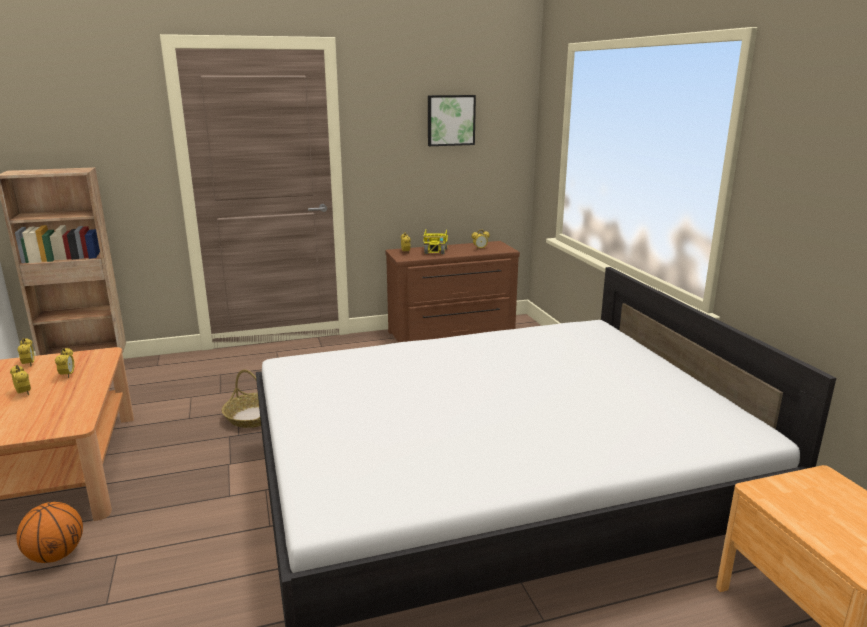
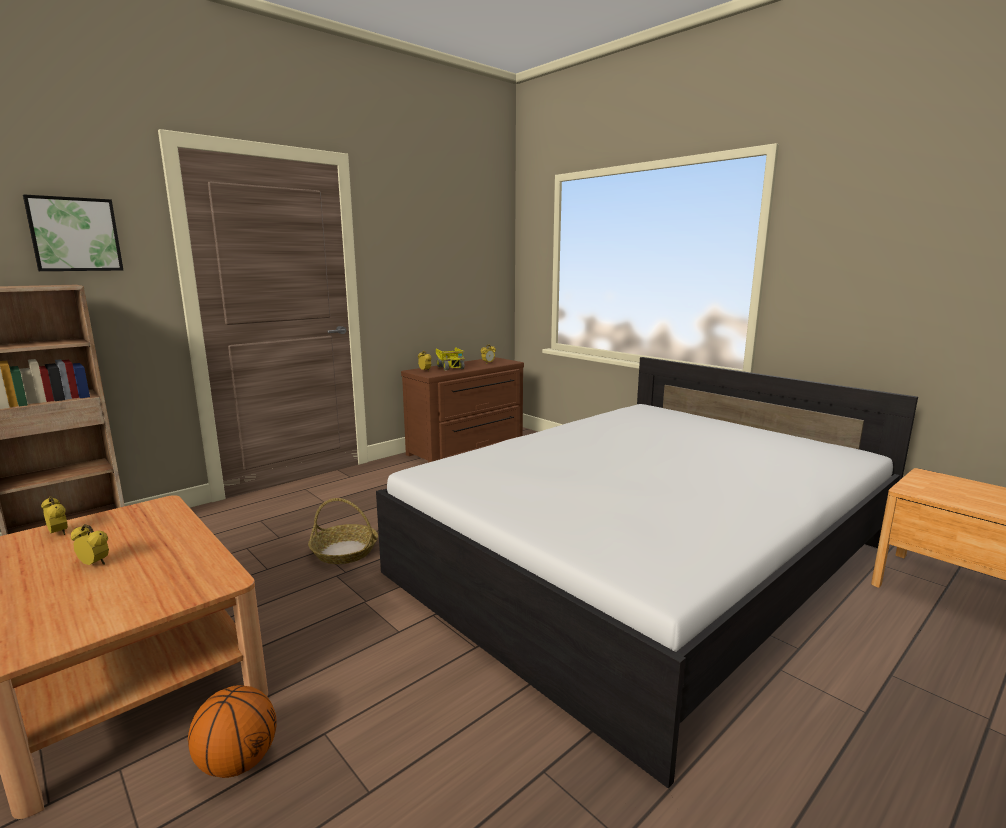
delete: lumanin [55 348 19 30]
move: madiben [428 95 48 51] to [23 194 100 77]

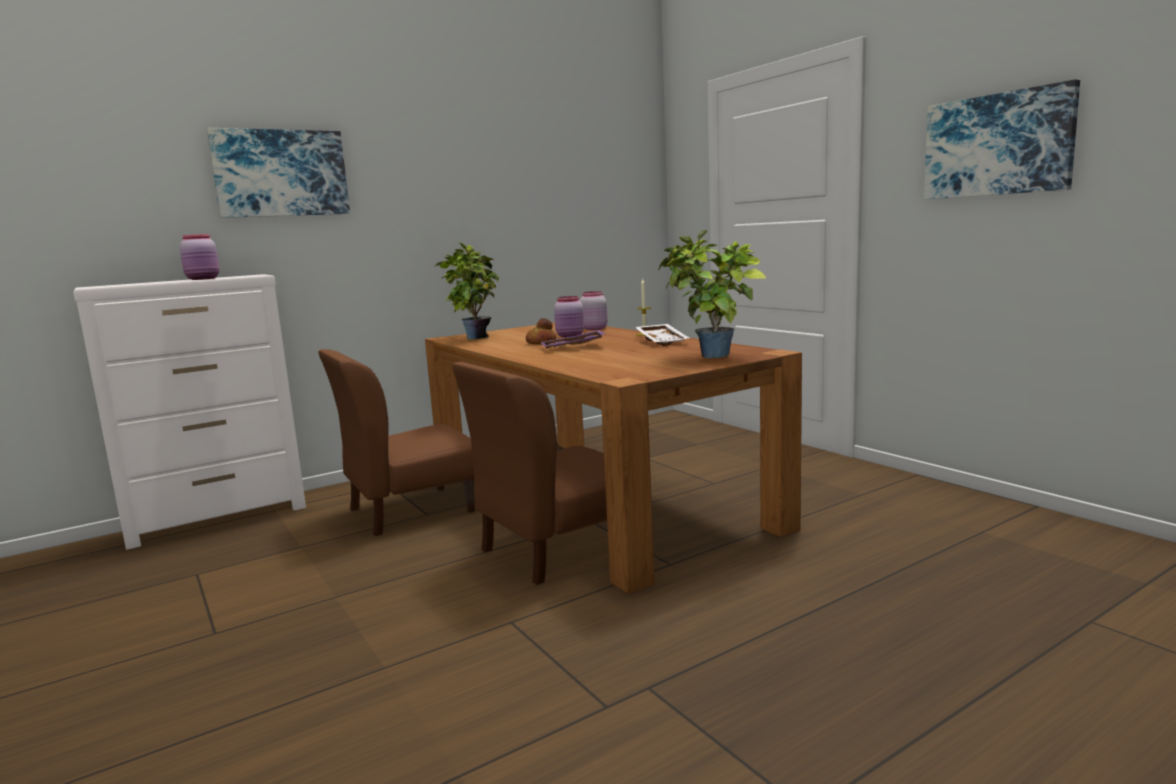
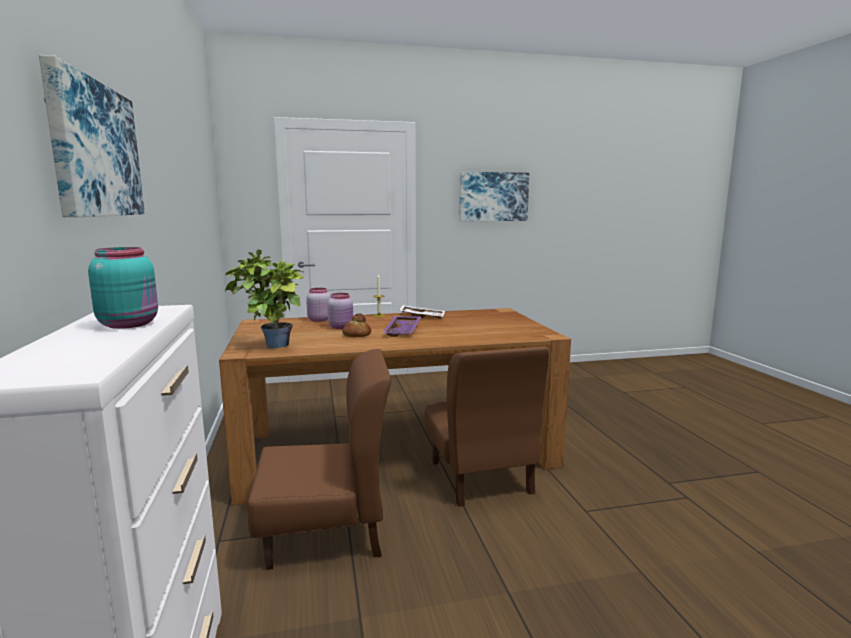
delete: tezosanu [658 230 108 128]
recolor: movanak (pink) [180 234 40 46] to movanak (turquoise) [88 247 70 82]
rotate: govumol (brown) [318 349 157 187] = [248 349 143 221] 90 degrees counterclockwise

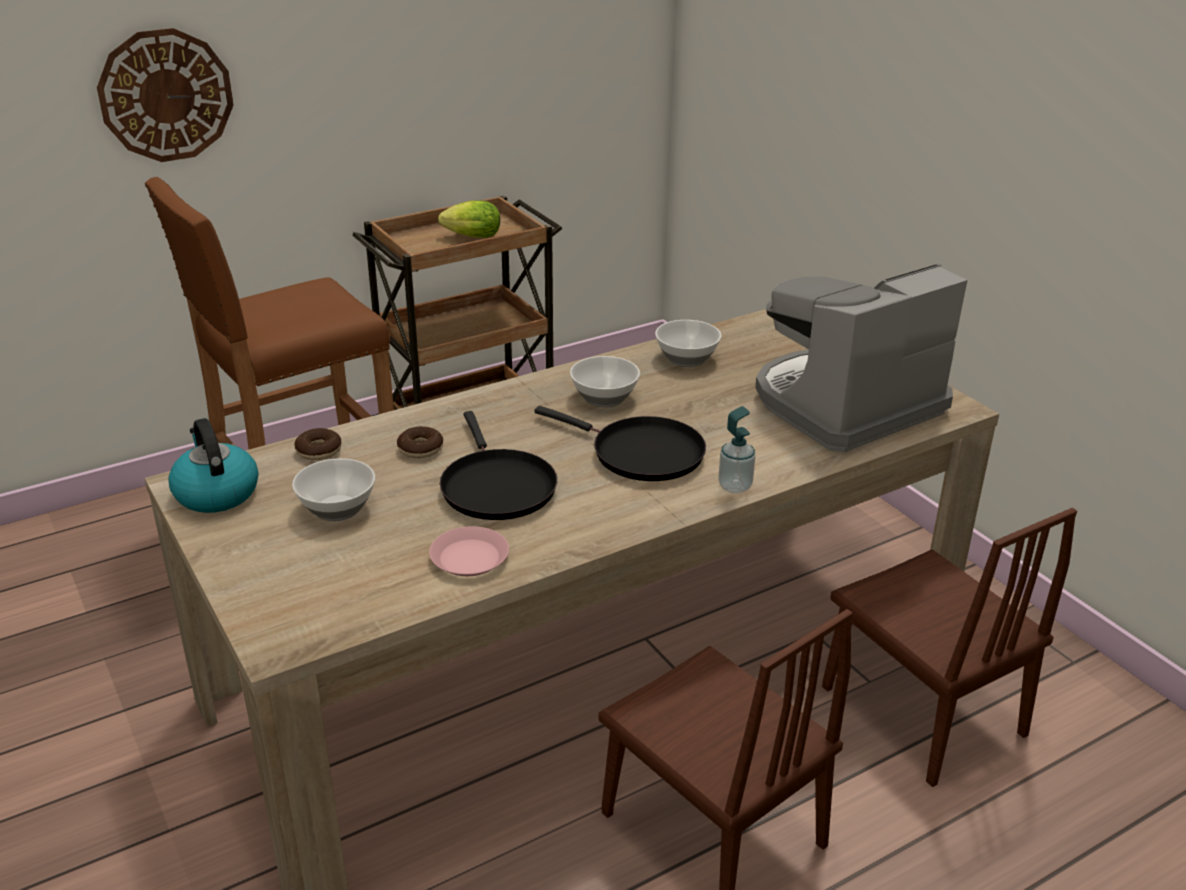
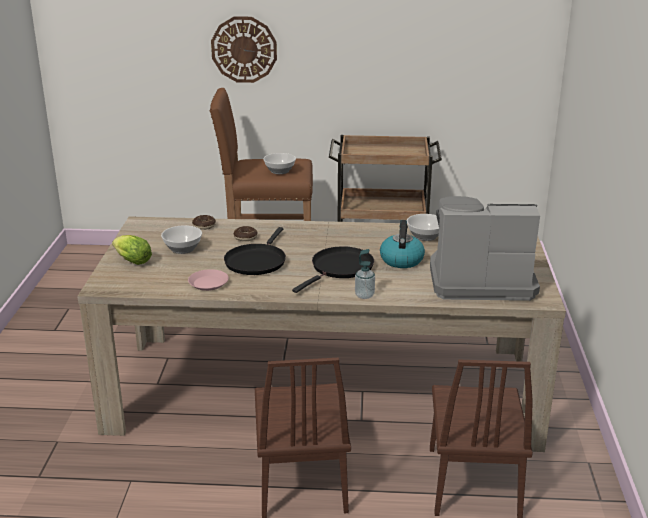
move: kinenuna [438 200 62 38] to [112 235 40 30]; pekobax [570 356 70 51] to [263 153 33 21]; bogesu [168 418 91 95] to [380 220 45 48]
rotate: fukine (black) [534 406 172 75] = [292 246 82 47] 120 degrees counterclockwise

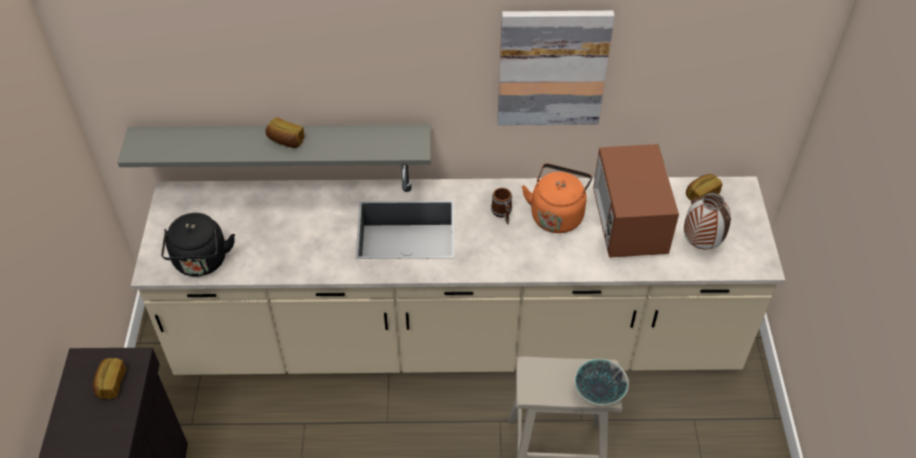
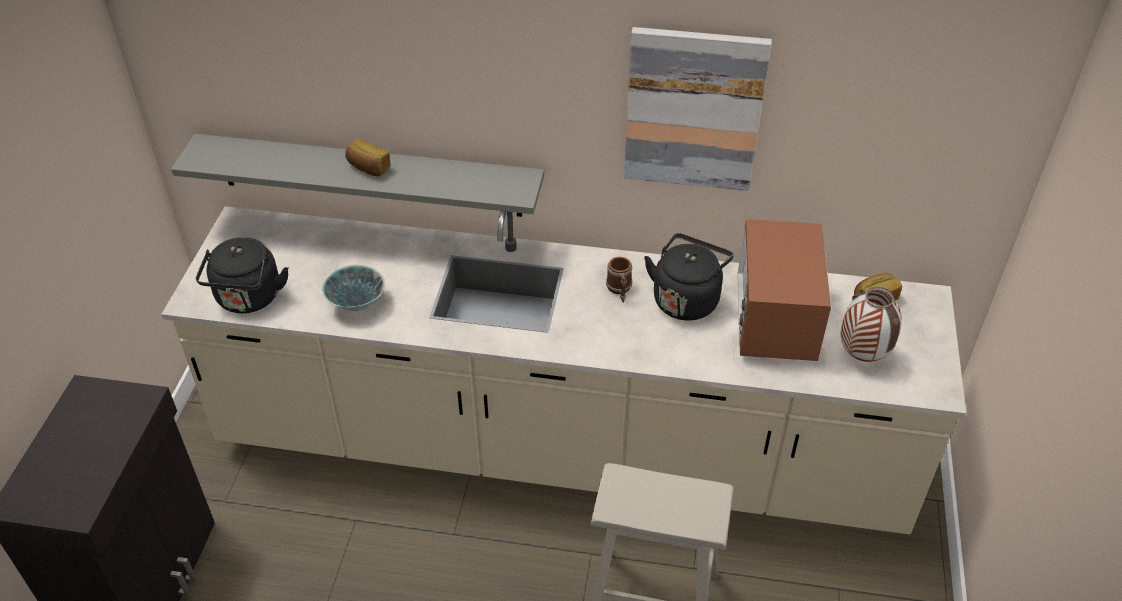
delete: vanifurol [93 358 33 41]
move: pekobax [574 359 55 46] to [322 265 63 46]
recolor: bogesu (orange) [522 163 70 70] to bogesu (black) [644 233 89 88]

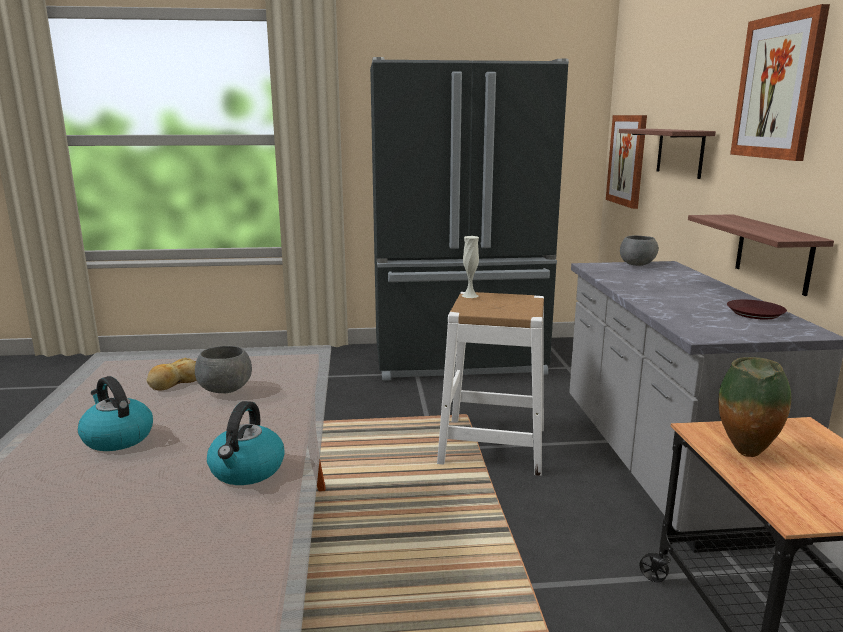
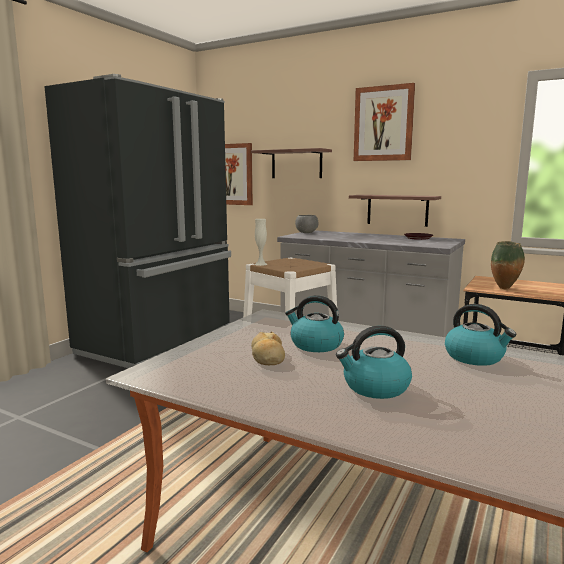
replace: pekobax (grey) [195 346 57 47] to bogesu [285 295 59 57]

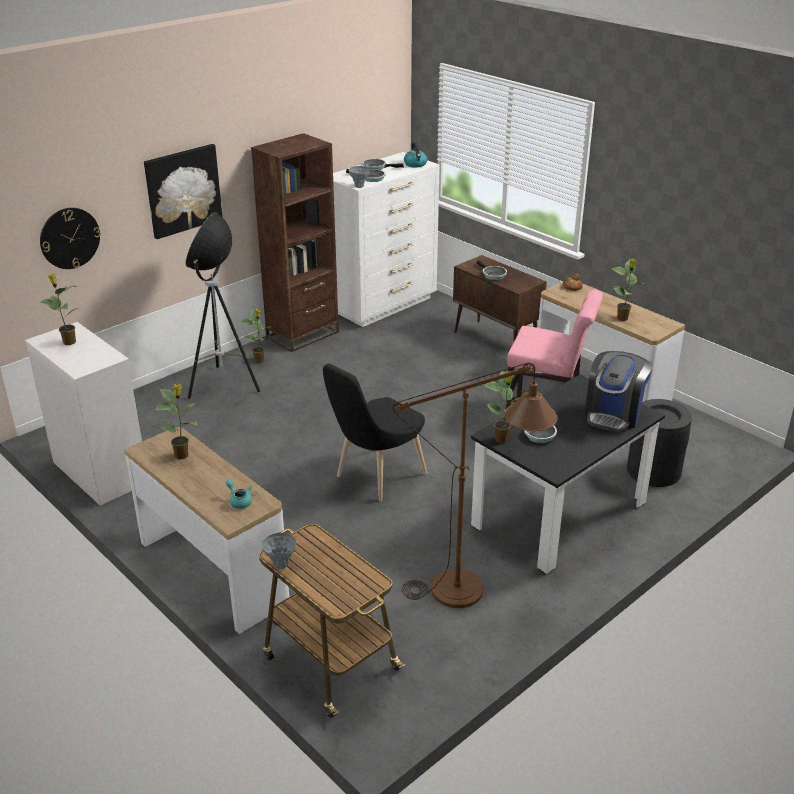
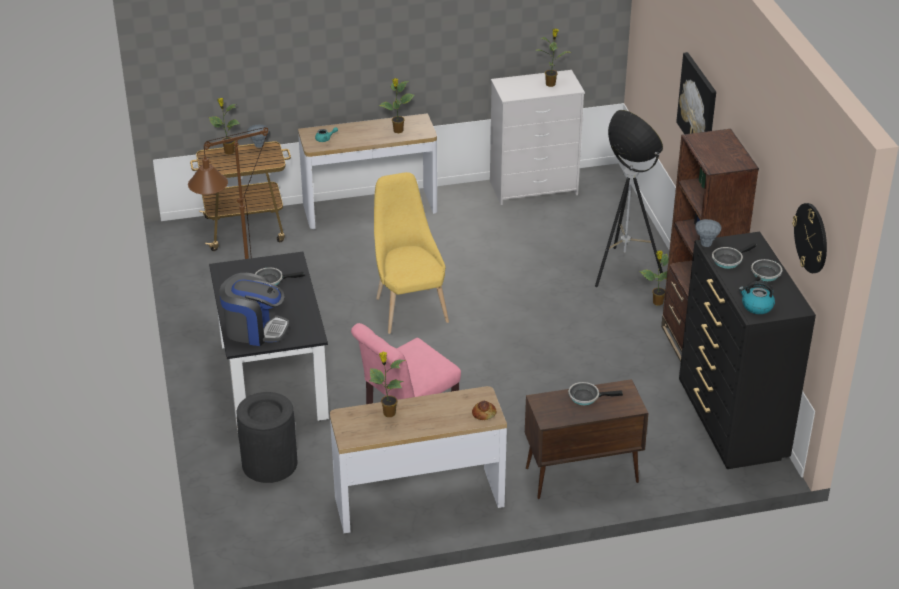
move: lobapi [40 208 61 61] to [792 203 35 70]; tezosanu [483 371 35 72] to [209 98 31 56]
recolor: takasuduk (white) [333 152 107 175] to takasuduk (black) [679 232 137 237]; govumol (black) [323 364 104 137] to govumol (yellow) [374 172 75 162]
rotate: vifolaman [585 351 67 82] = [219 273 70 73] 135 degrees clockwise

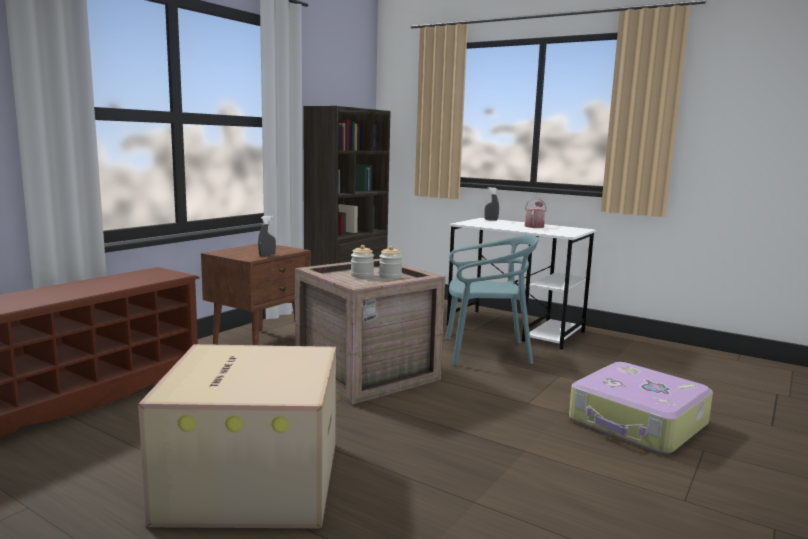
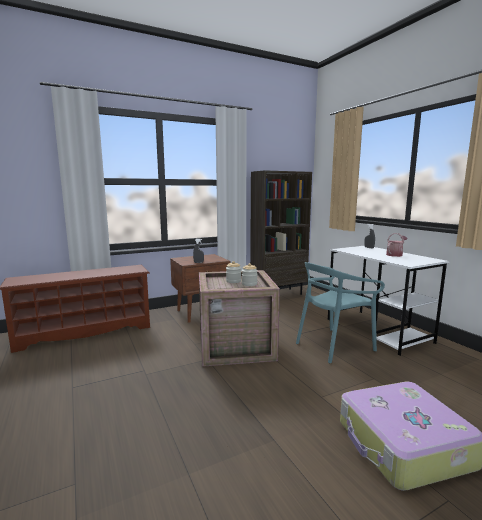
delete: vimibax [138 344 198 185]
rotate: govumol (turquoise) [446 235 92 131] = [296 262 89 101] 120 degrees clockwise

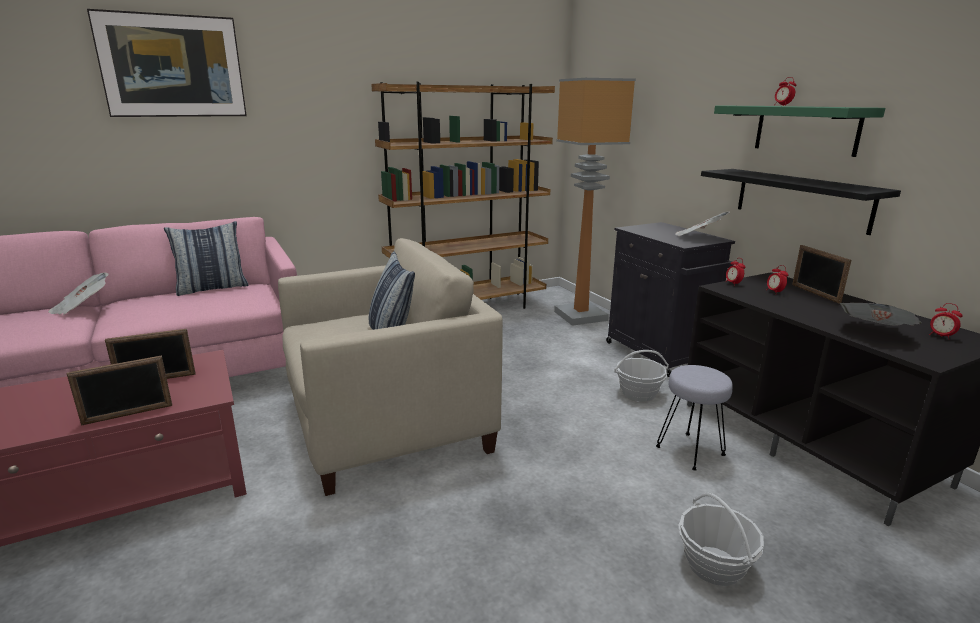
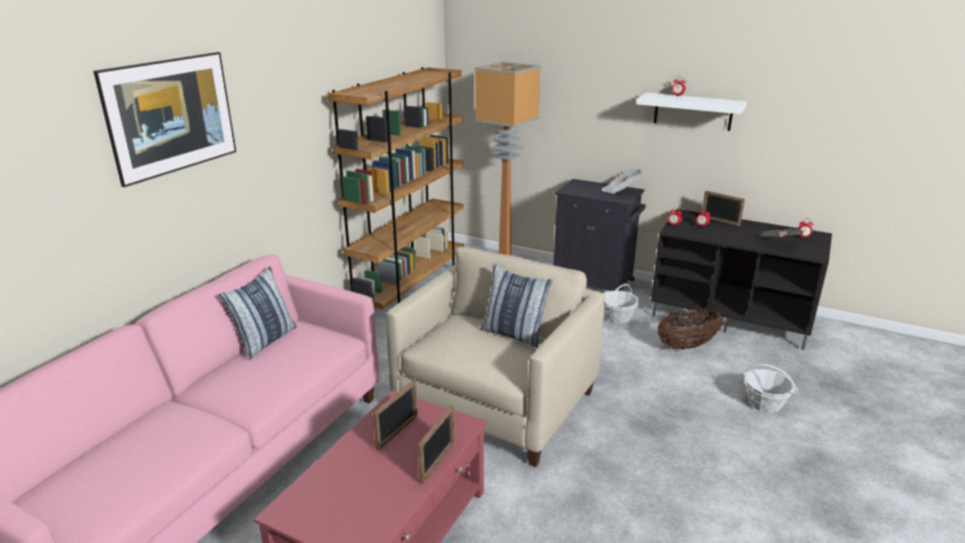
delete: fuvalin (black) [701 169 200 66]; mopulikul [48 272 61 43]
replace: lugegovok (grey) [656 365 77 106] to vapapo [658 308 64 41]
recolor: fuvalin (green) [714 106 171 51] to fuvalin (white) [636 93 111 38]

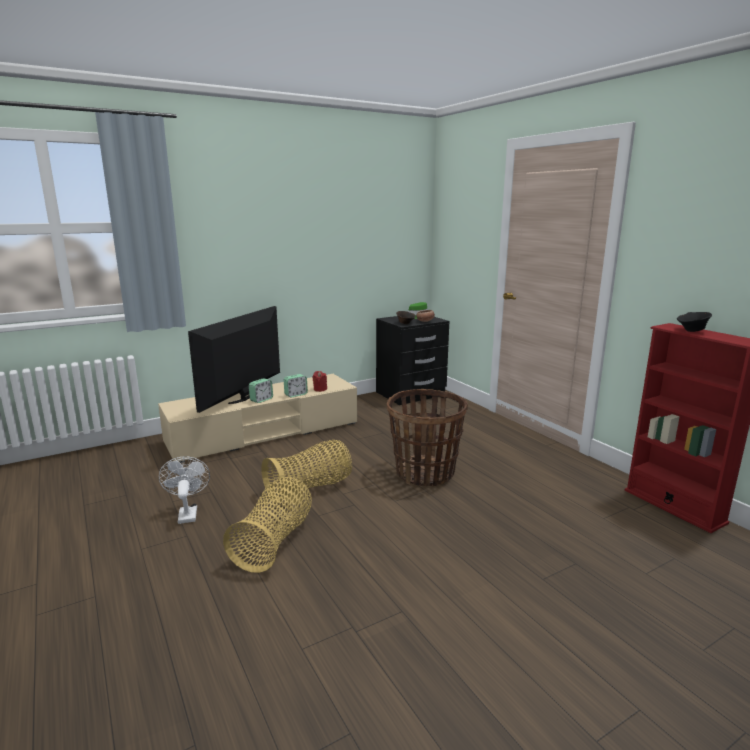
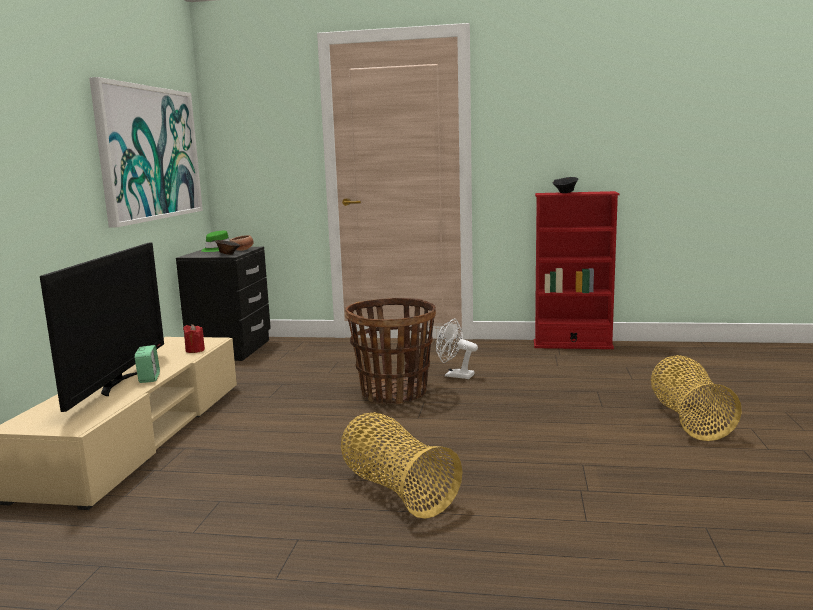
delete: lumanin [284 374 24 23]
insert: madiben [89 77 114 150]
move: vapapo [261 440 91 63] to [651 355 91 86]; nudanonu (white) [159 456 51 68] to [436 319 42 60]
rotate: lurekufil [188 306 92 107] = [40 243 124 169] 150 degrees counterclockwise

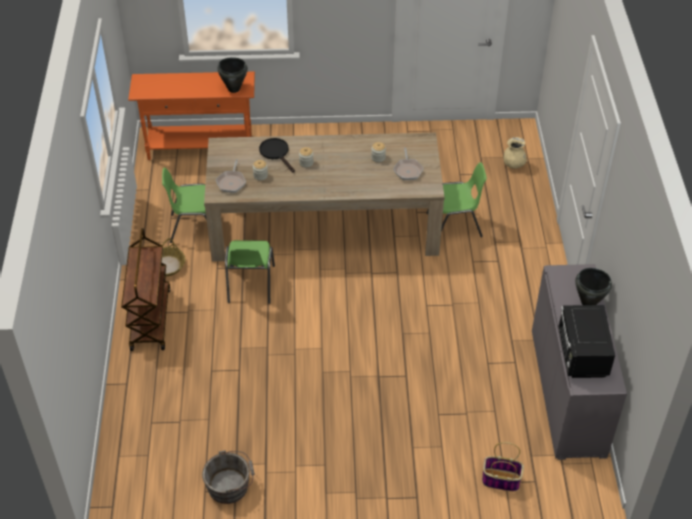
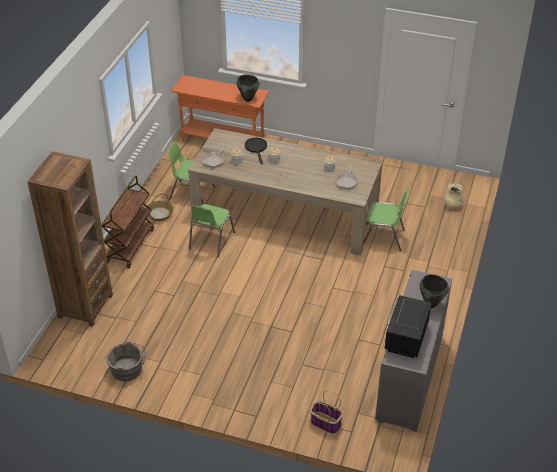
insert: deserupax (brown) [28 151 85 176]

